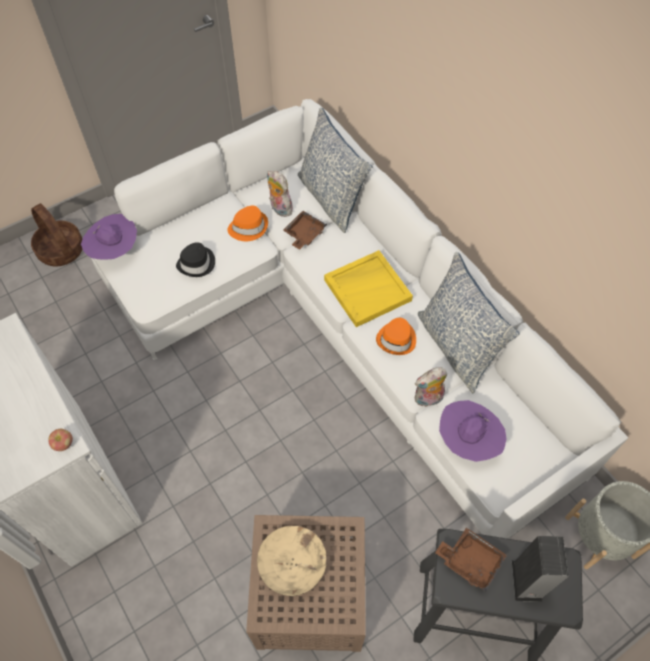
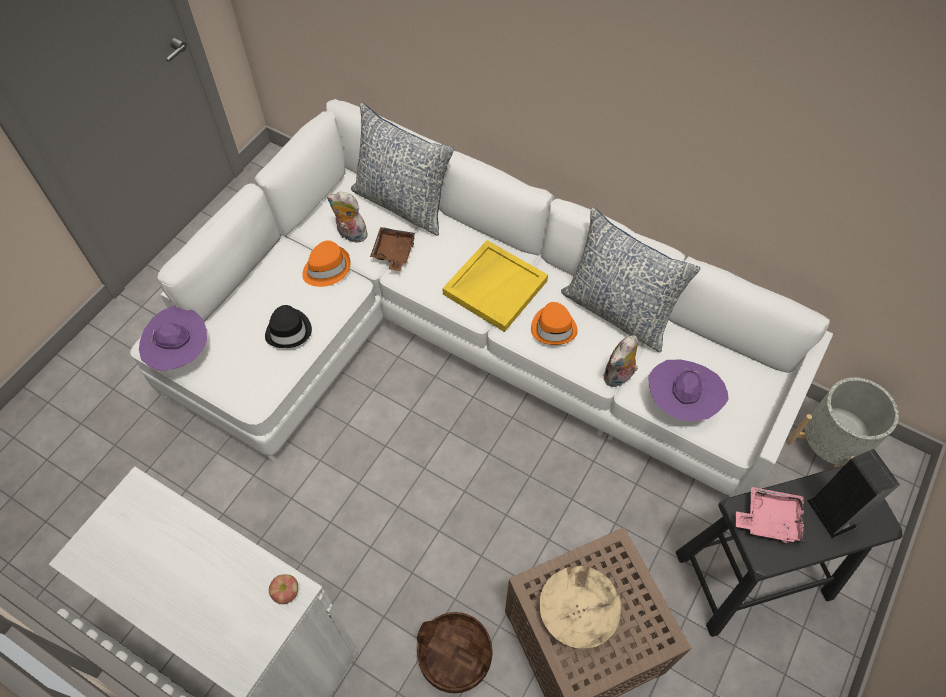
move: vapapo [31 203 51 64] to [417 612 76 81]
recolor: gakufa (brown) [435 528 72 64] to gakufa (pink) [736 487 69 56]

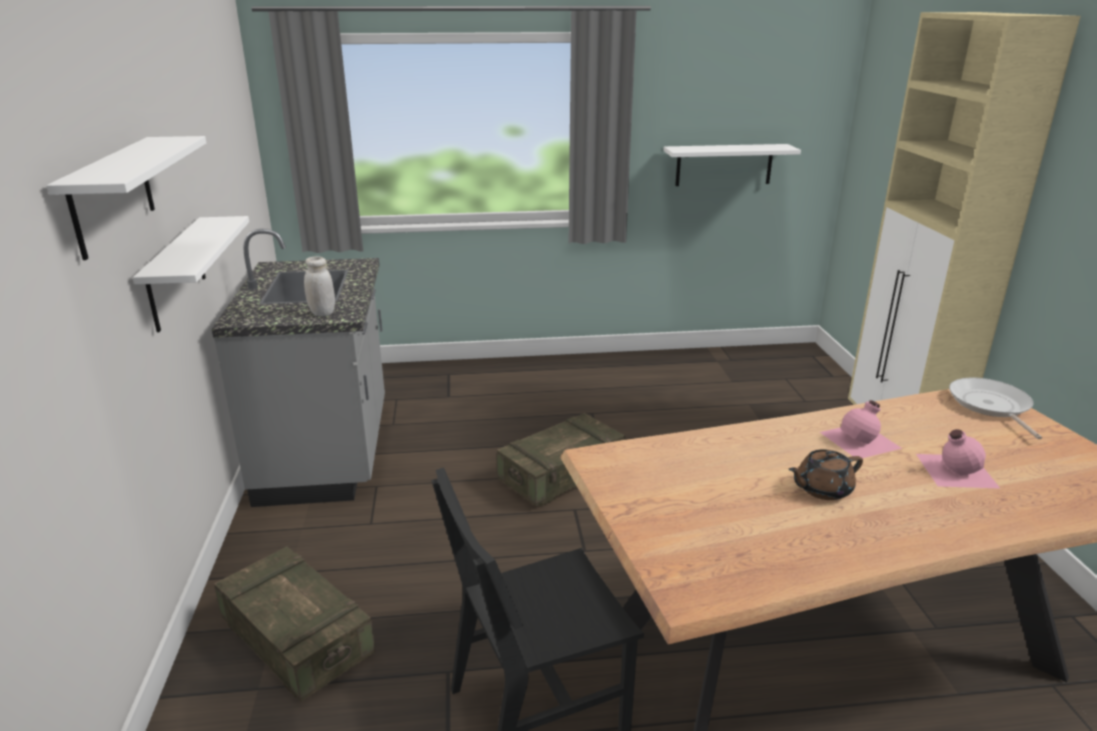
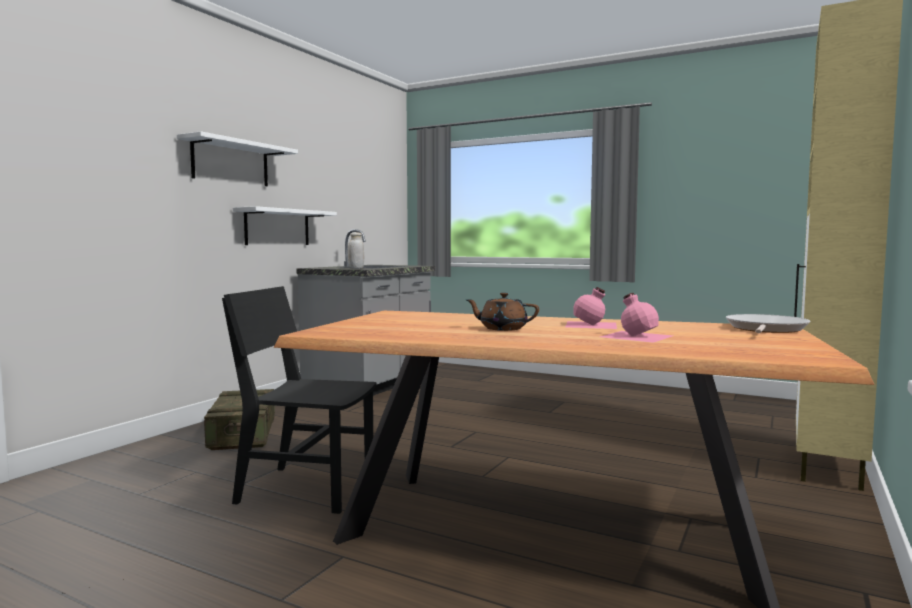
delete: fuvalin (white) [663 144 138 42]; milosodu [497 413 128 93]

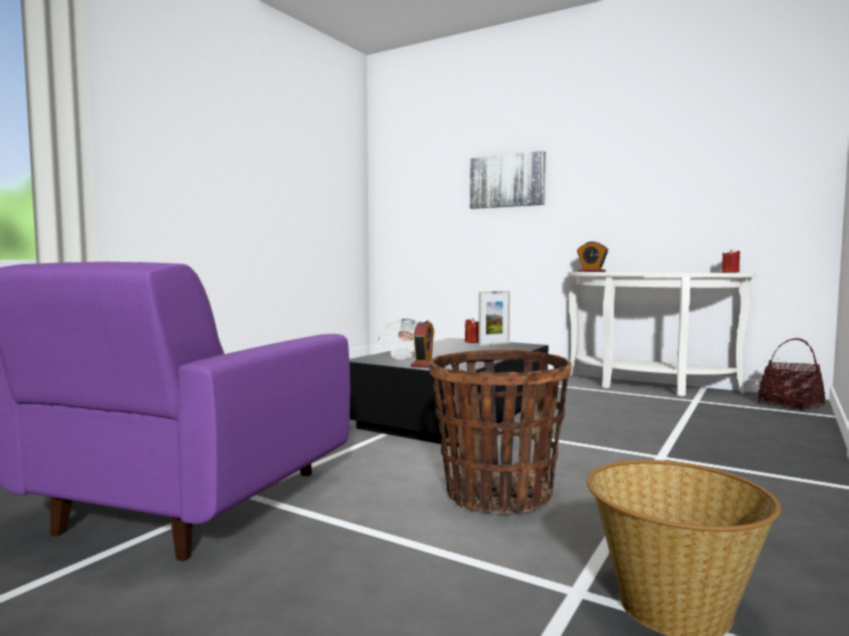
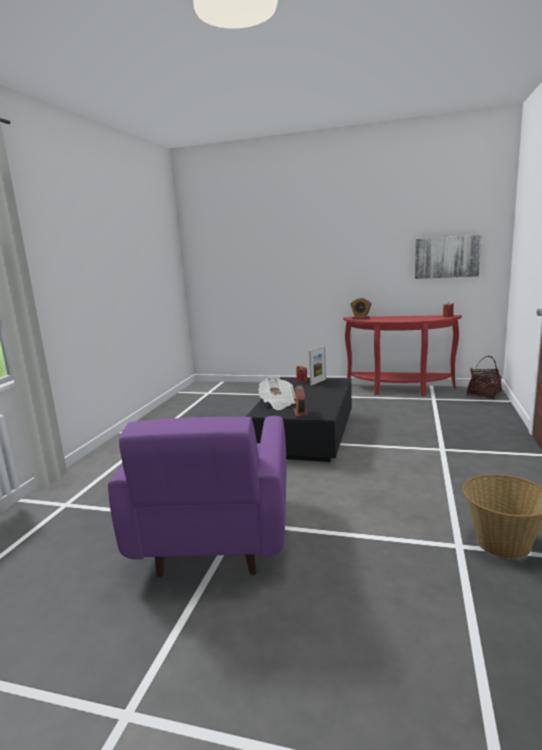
delete: vapapo [429 349 143 165]
move: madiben [470 151 76 58] to [415 235 66 44]
recolor: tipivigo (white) [568 272 188 125] to tipivigo (red) [343 315 119 81]

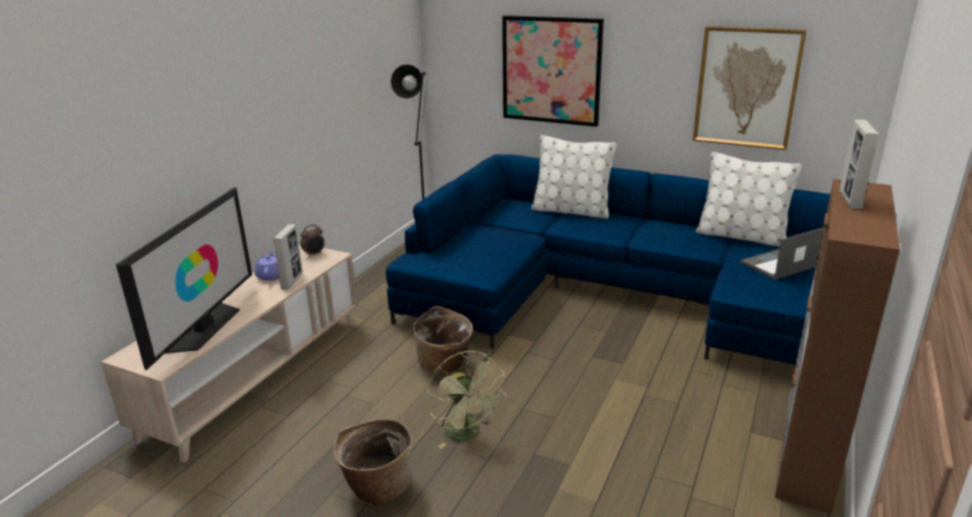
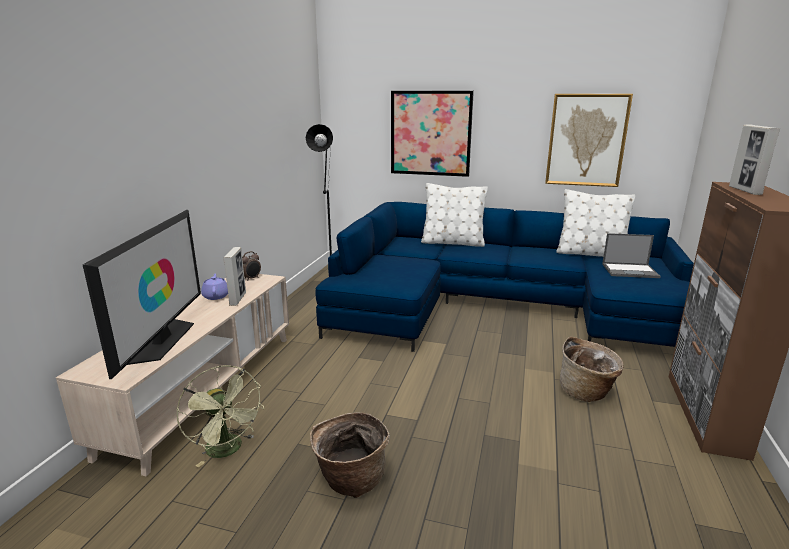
move: vapapo [413 306 60 68] to [560 337 64 65]; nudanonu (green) [426 351 81 98] to [177 365 87 102]
rotate: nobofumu [740 228 83 52] = [602 233 59 45] 135 degrees counterclockwise

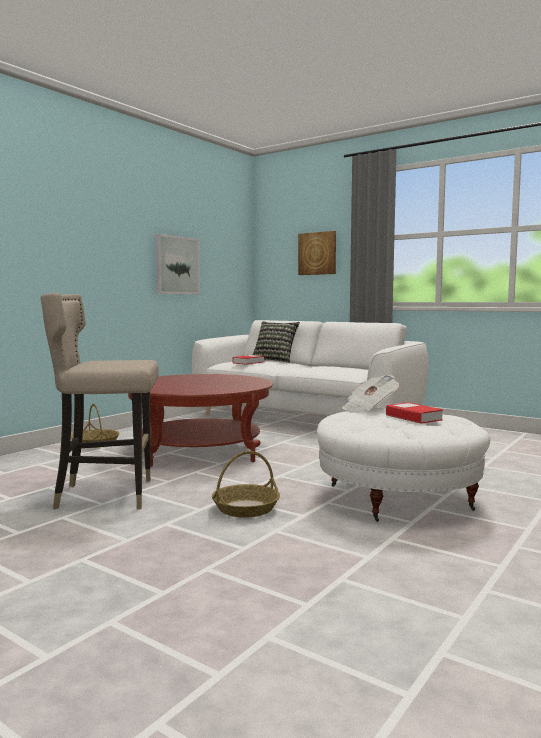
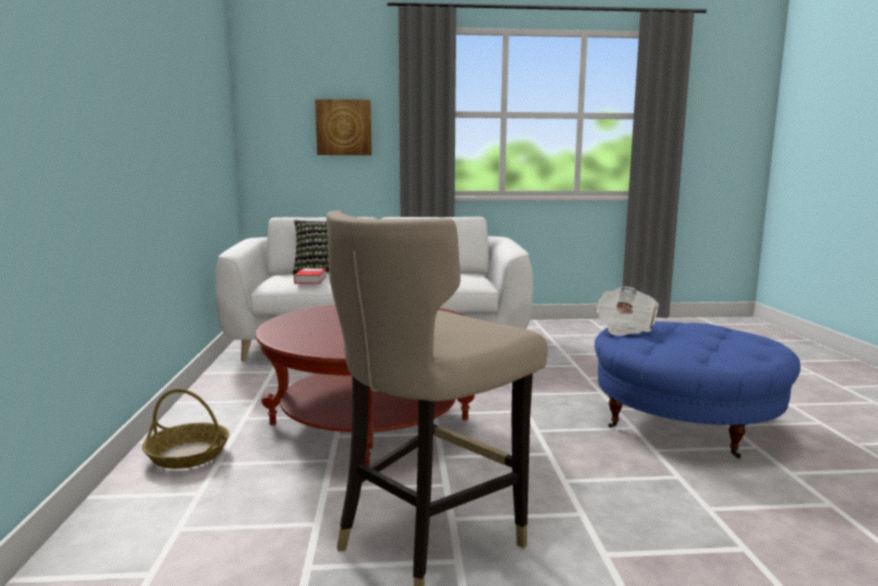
delete: madiben [155 234 45 60]; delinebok [386 402 57 22]; vapapo [212 451 68 66]
recolor: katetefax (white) [317 408 173 114] to katetefax (blue) [594 321 207 137]

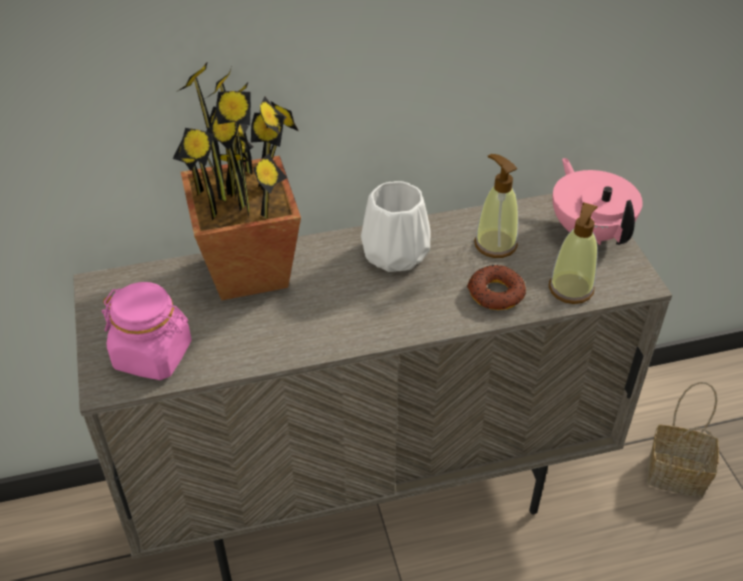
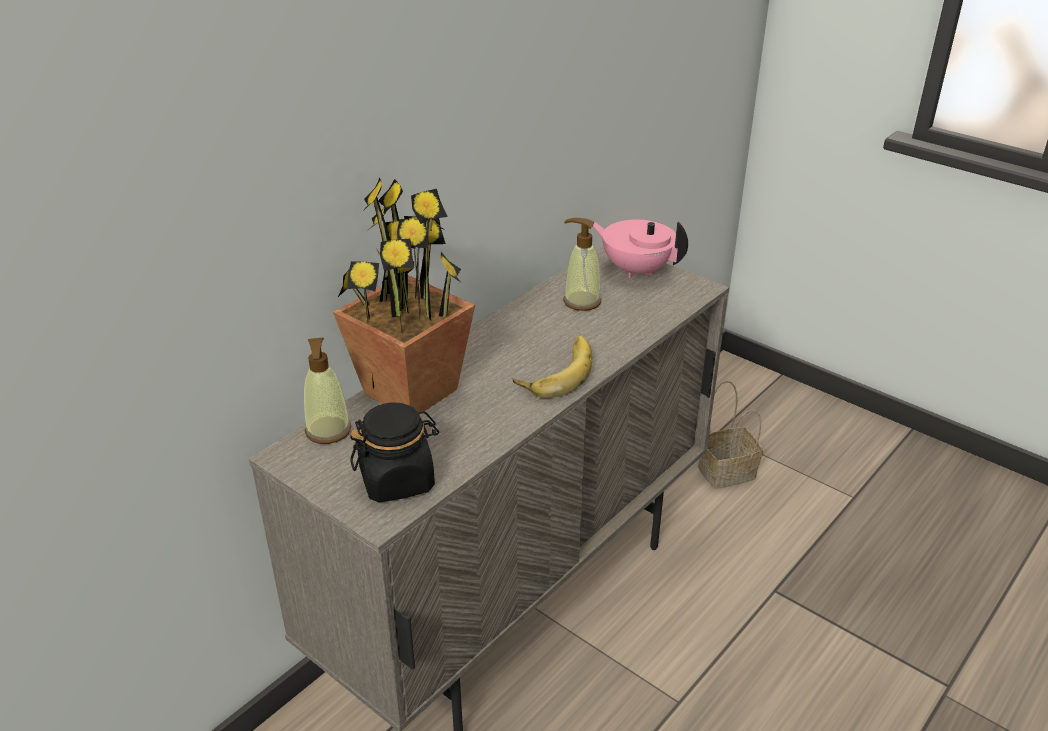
delete: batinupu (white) [361 181 70 91]; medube [467 265 59 45]
insert: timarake [512 336 80 62]
move: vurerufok [549 202 49 102] to [303 338 48 106]
recolor: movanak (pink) [102 282 90 98] to movanak (black) [350 402 89 100]

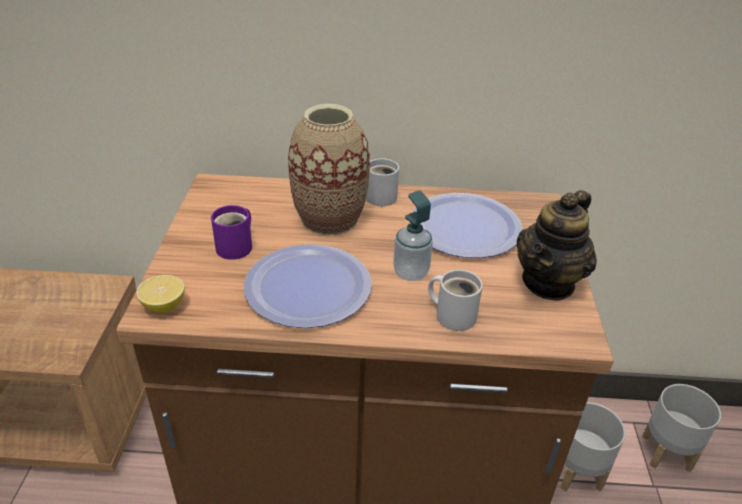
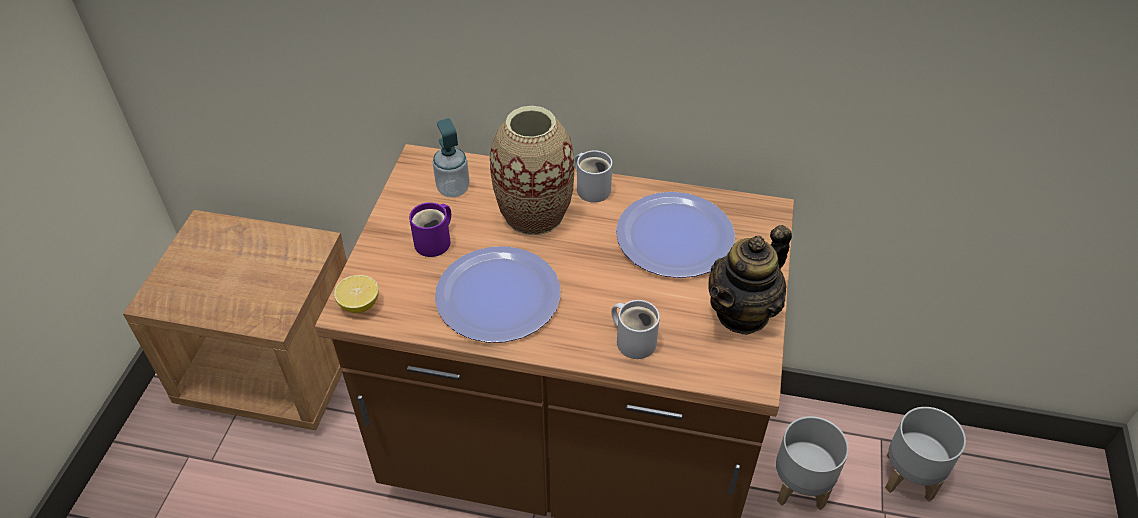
move: vurerufok [393 190 40 91] to [432 118 38 80]

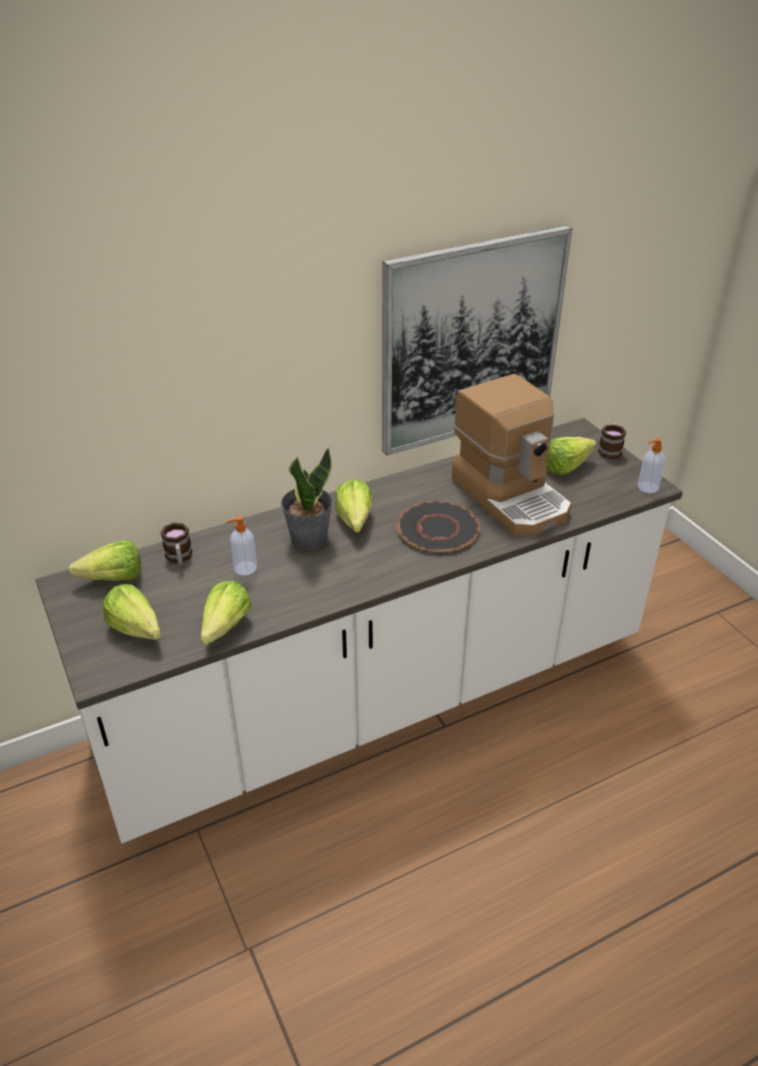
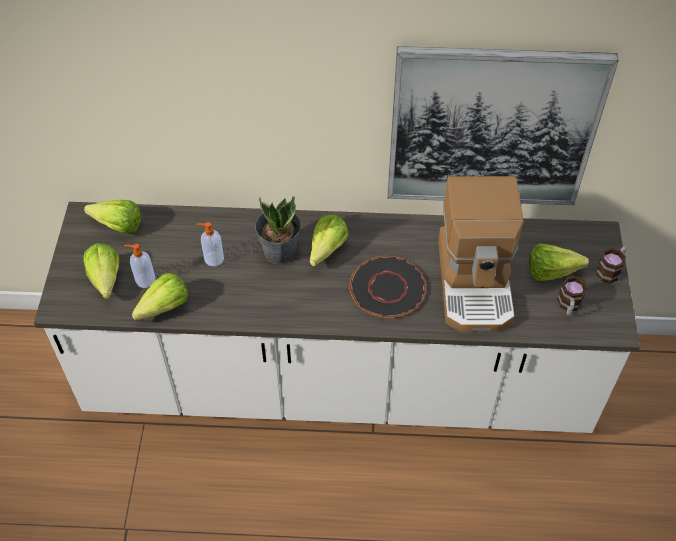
move: vurerufok [638 438 27 55] to [124 244 31 44]; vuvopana [161 523 32 42] to [557 276 30 40]

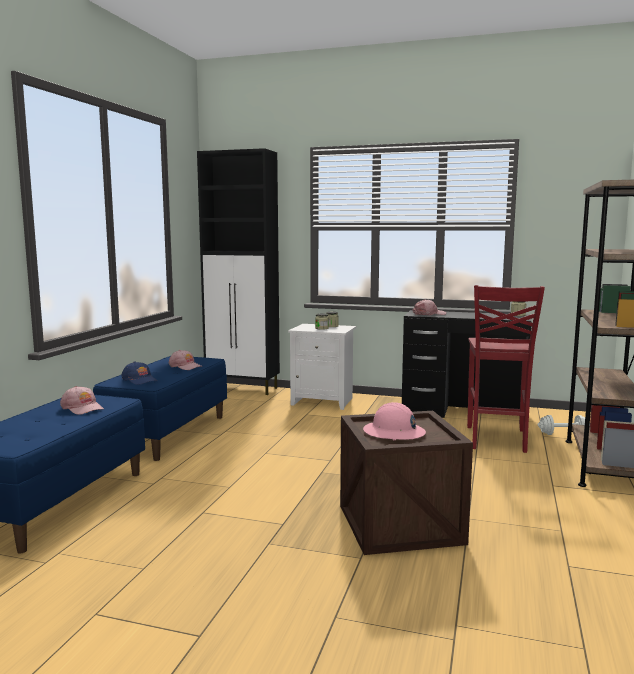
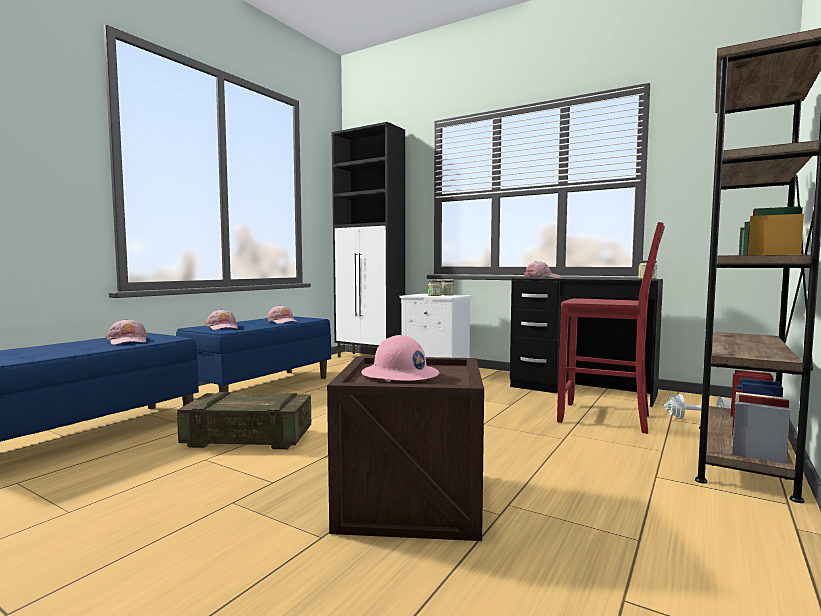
insert: milosodu [177 392 134 57]
recolor: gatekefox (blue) [121 362 37 23] to gatekefox (pink) [206 309 32 21]
rotate: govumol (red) [467 285 78 168] = [557 222 108 212] 90 degrees counterclockwise

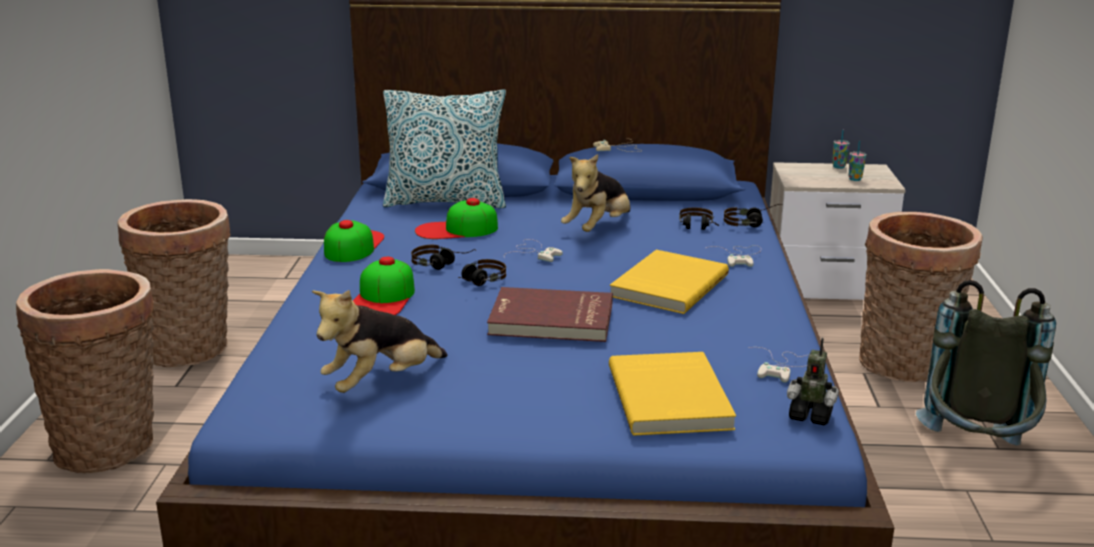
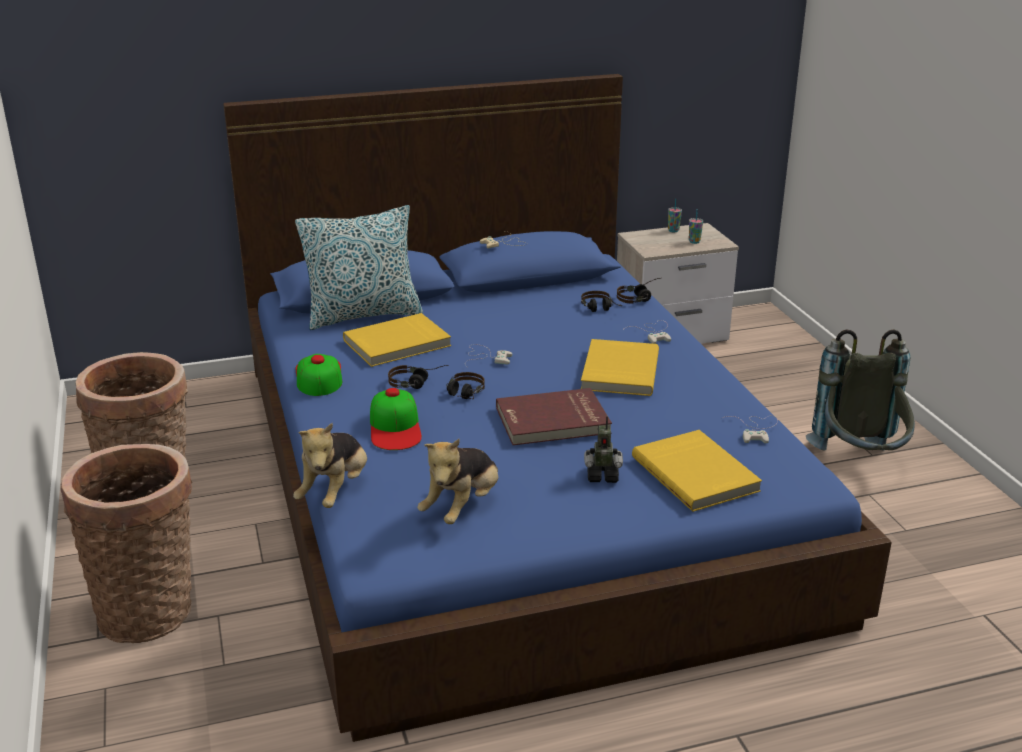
delete: vapapo [859 212 124 170]
move: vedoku [561 154 69 78] to [293 423 74 85]; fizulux [787 338 52 87] to [584 416 39 67]
replace: gatekefox [415 198 83 41] to delinebok (yellow) [343 313 108 54]

